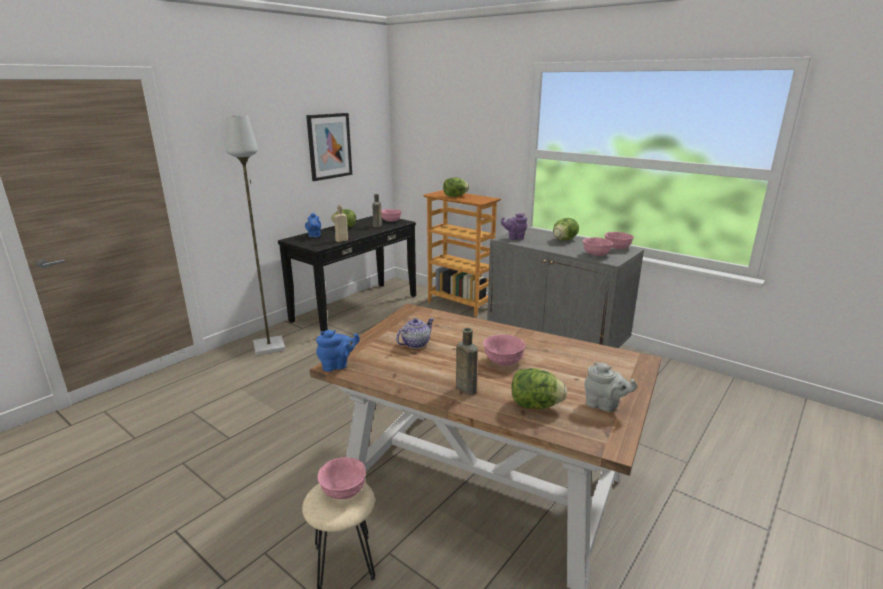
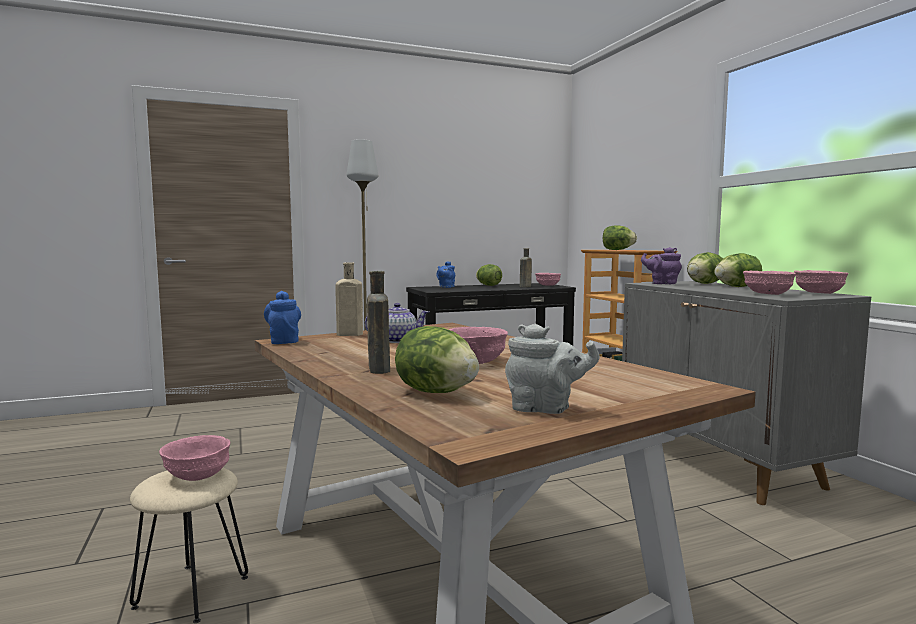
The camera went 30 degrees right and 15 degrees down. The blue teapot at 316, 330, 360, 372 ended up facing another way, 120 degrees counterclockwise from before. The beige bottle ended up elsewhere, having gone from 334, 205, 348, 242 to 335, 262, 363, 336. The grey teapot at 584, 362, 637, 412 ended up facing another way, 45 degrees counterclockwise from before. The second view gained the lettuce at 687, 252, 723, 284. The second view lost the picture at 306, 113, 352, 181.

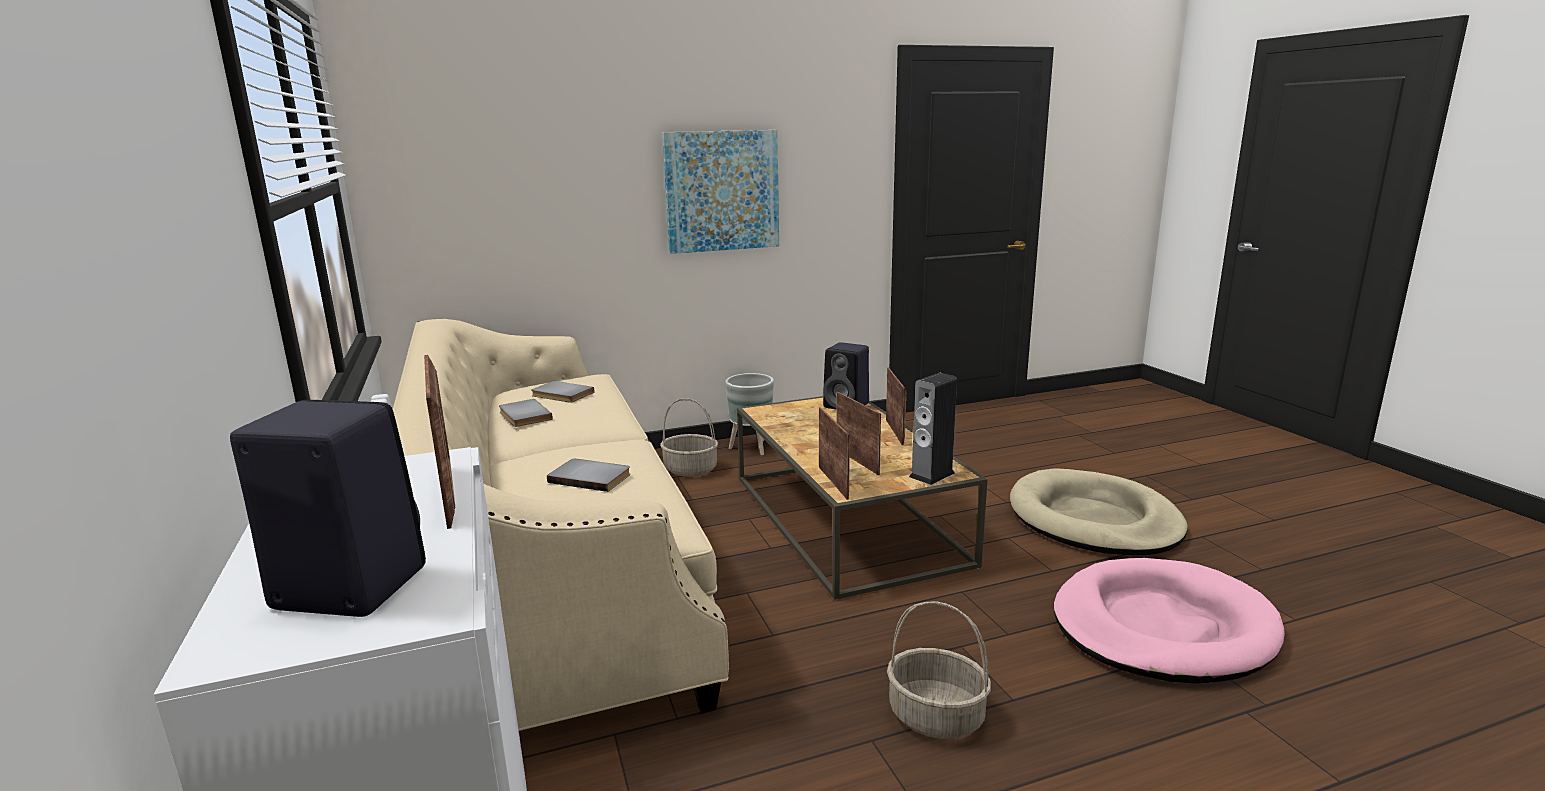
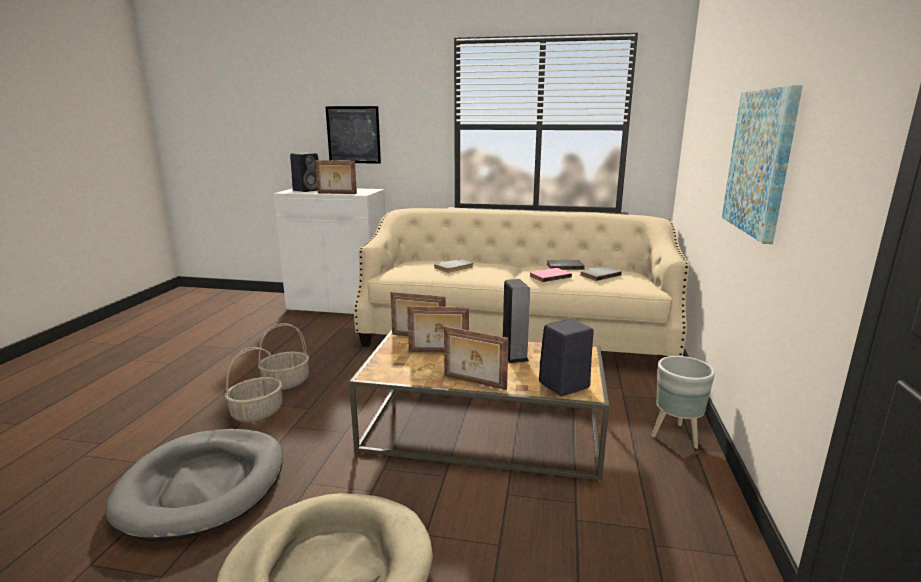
The camera went 120 degrees right and 0 degrees up. What was the pink dog bed at 1054, 558, 1285, 684 turned into the grey dog bed at 105, 429, 283, 542. The basket ended up elsewhere, having gone from 660, 398, 718, 477 to 225, 347, 283, 422. The second view gained the picture at 325, 106, 381, 164. The speaker ended up elsewhere, having gone from 909, 373, 957, 485 to 503, 279, 530, 363. The second view gained the pink book at 529, 268, 572, 282.

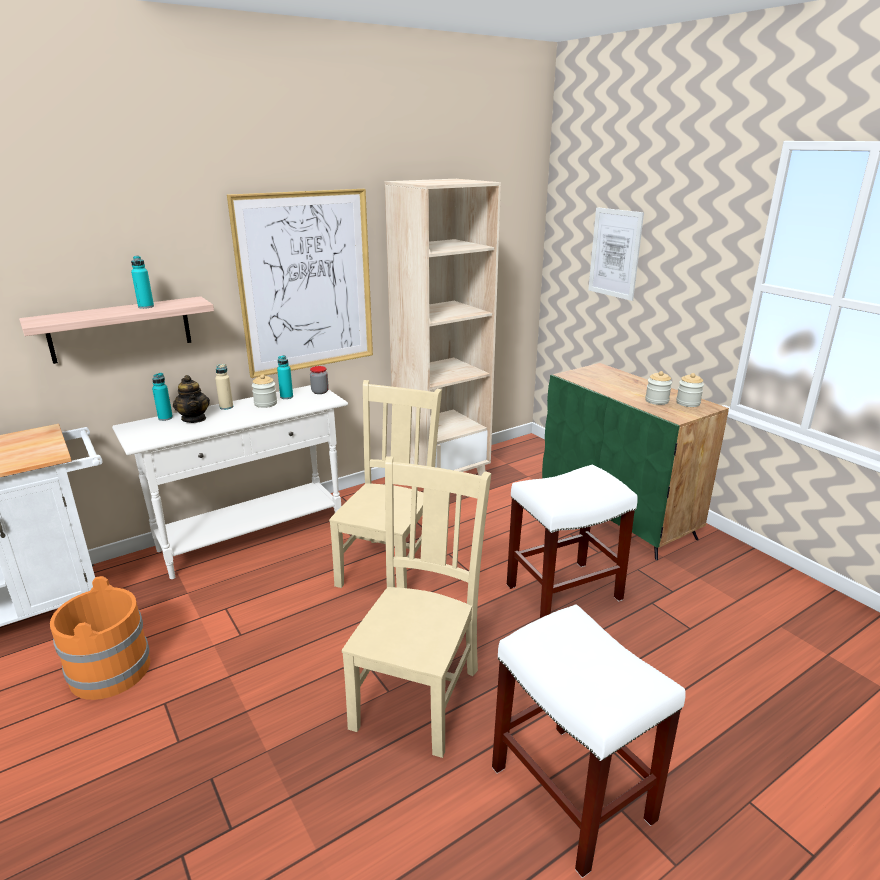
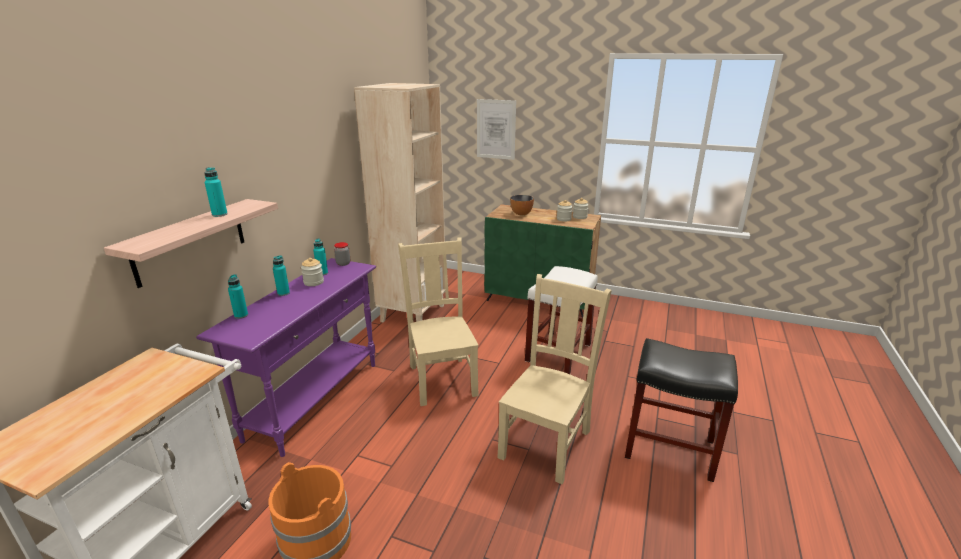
The camera went 35 degrees left and 0 degrees up. What was the white console table at 112, 385, 348, 579 turned into the purple console table at 196, 258, 376, 457. What was the beige bottle at 215, 364, 233, 410 turned into the turquoise bottle at 273, 255, 290, 296. The beige chair at 342, 456, 491, 758 ended up facing another way, 45 degrees clockwise from before. The second view gained the bowl at 510, 195, 534, 215. What was the white stool at 492, 604, 686, 878 turned into the black stool at 625, 338, 738, 482. The second view lost the teapot at 173, 375, 210, 423. The second view lost the picture at 227, 189, 373, 378.

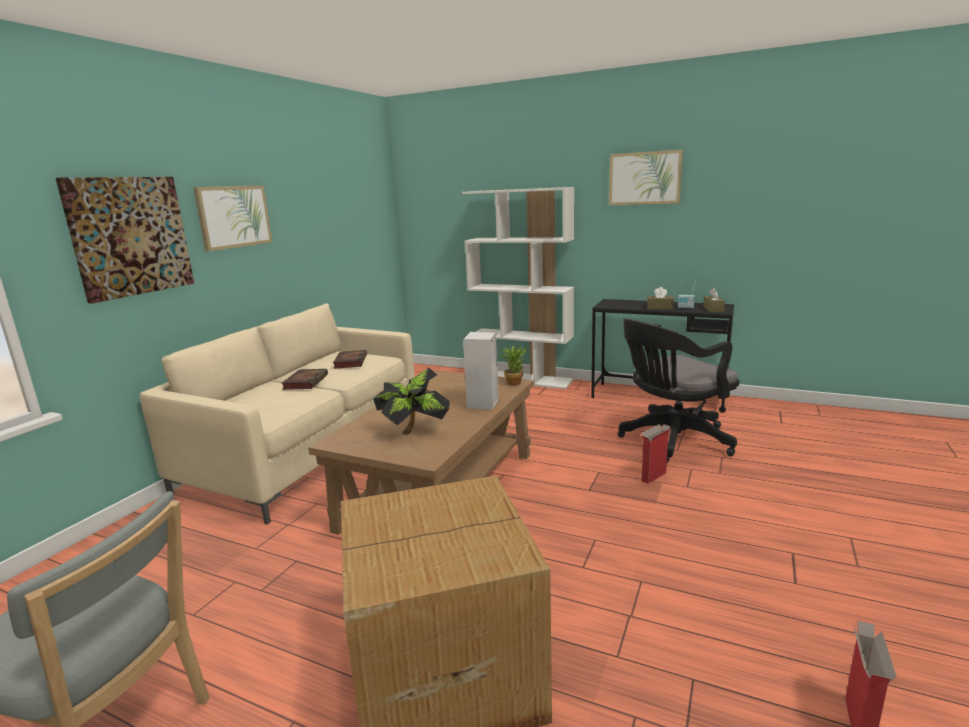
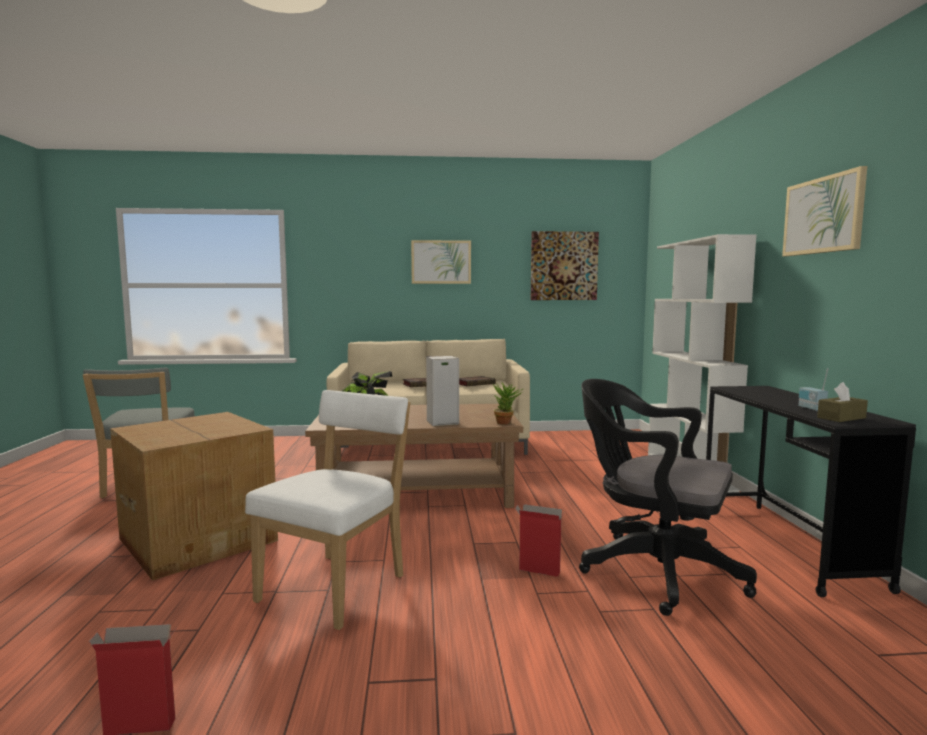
The camera went 60 degrees right and 10 degrees down. The second view gained the white chair at 245, 390, 410, 630. The picture ended up elsewhere, having gone from 56, 177, 194, 303 to 531, 231, 599, 300. The second view lost the brown tissue box at 647, 287, 674, 309.

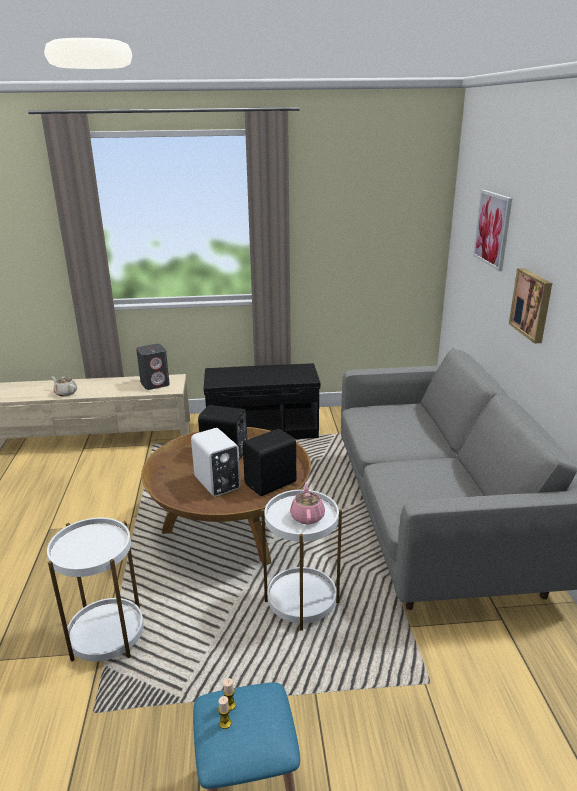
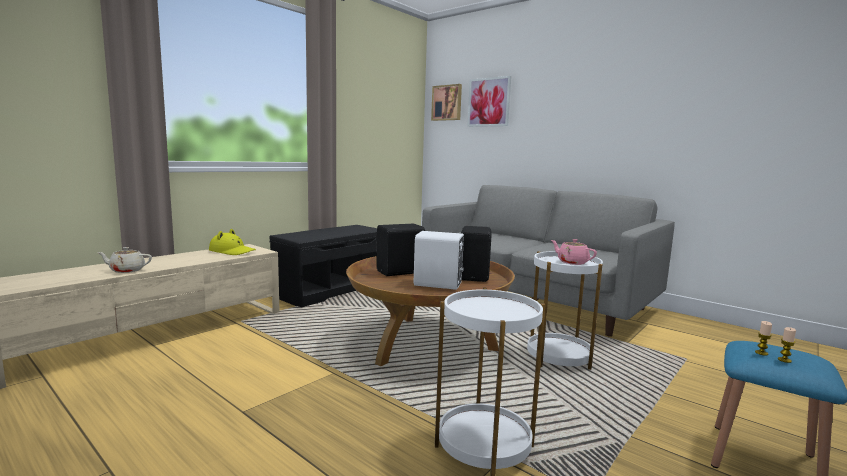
The camera went 45 degrees left and 15 degrees down. Where the grey speaker stood at 136, 344, 170, 390, the yellow hat came to stand at 209, 229, 256, 255. The picture ended up elsewhere, having gone from 509, 268, 552, 344 to 431, 84, 462, 121.

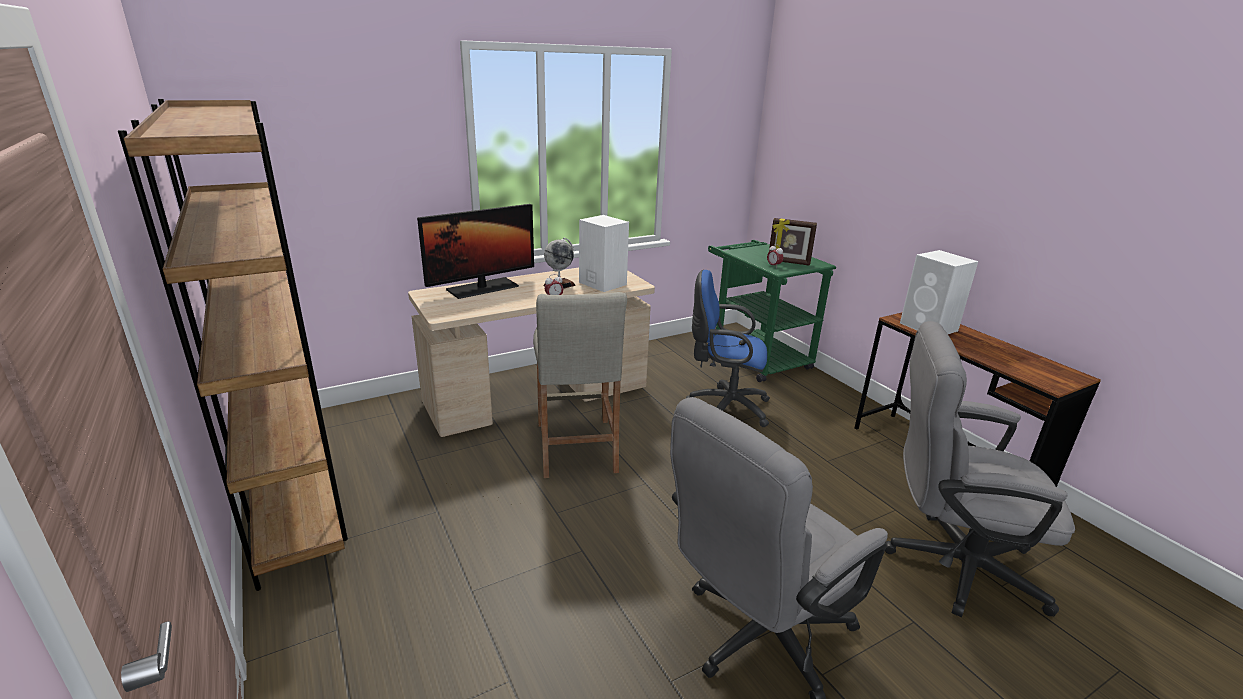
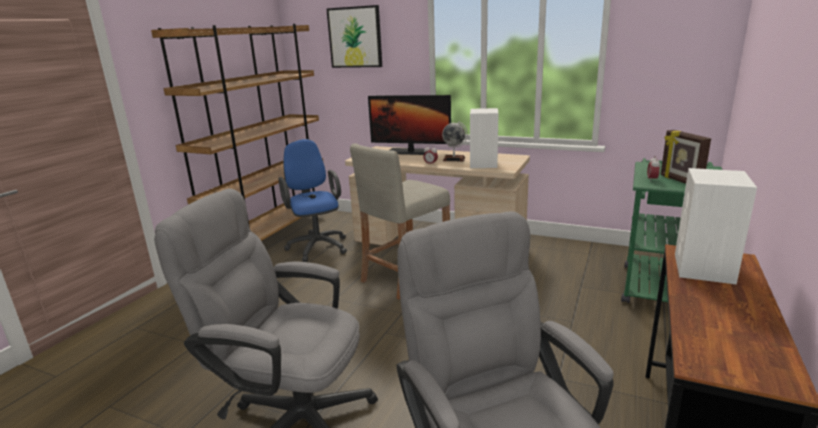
The camera went 55 degrees right and 5 degrees down. The blue office chair ended up elsewhere, having gone from 686, 270, 770, 427 to 278, 139, 347, 262. The second view gained the picture at 326, 5, 382, 68.

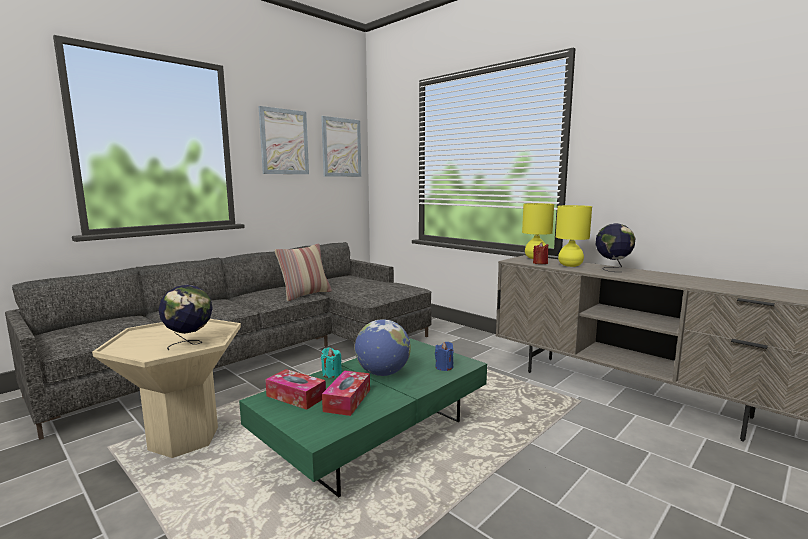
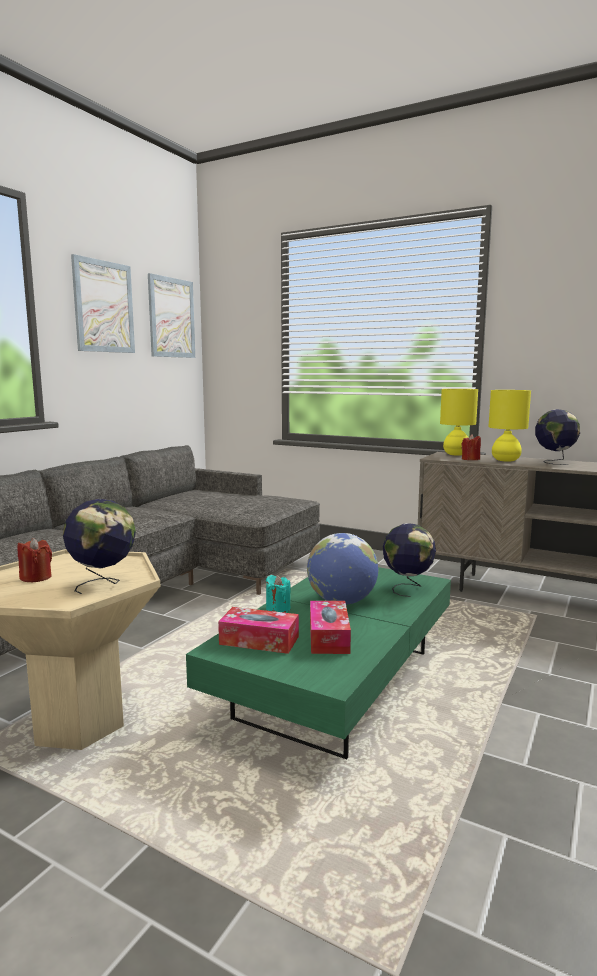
The camera went 15 degrees left and 0 degrees up. The second view gained the red candle at 17, 538, 52, 582. Where the blue candle stood at 435, 342, 453, 371, the globe came to stand at 383, 523, 436, 597. The second view lost the pillow at 275, 244, 332, 301.

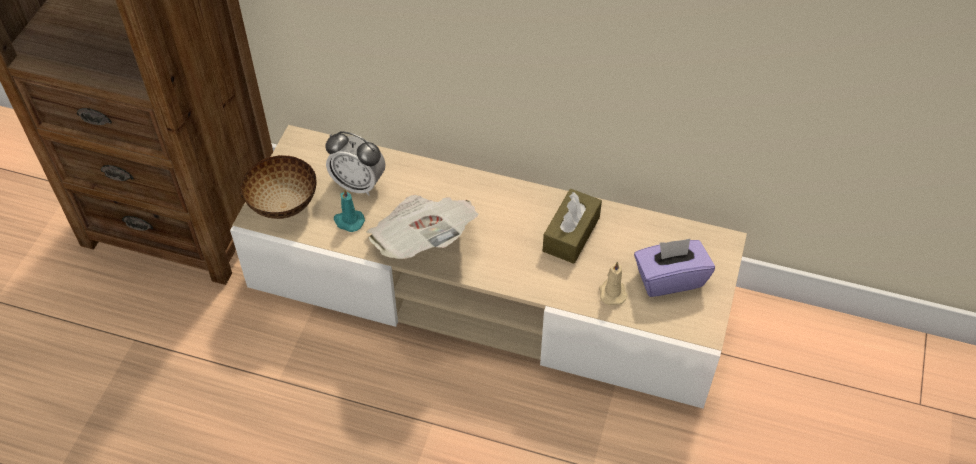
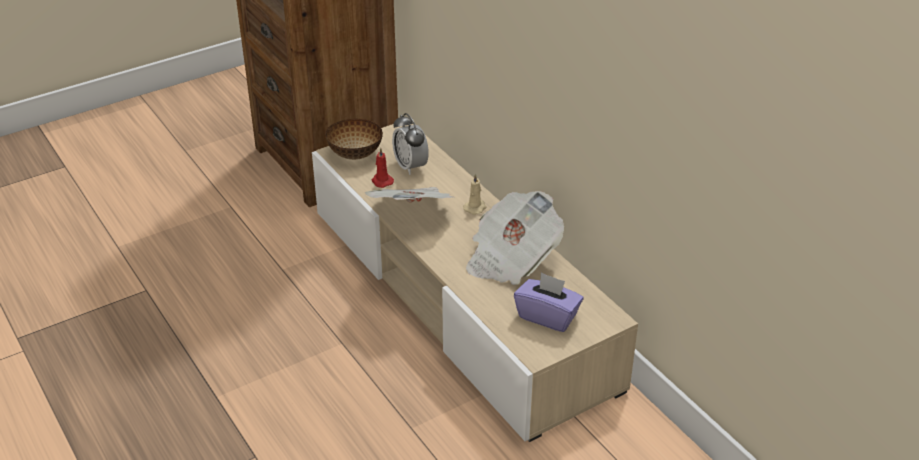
The camera went 40 degrees right and 15 degrees down. What was the turquoise candle at 334, 189, 365, 232 turned into the red candle at 372, 148, 394, 188. The beige candle ended up elsewhere, having gone from 599, 261, 628, 305 to 463, 174, 487, 215. Where the brown tissue box stood at 543, 189, 602, 264, the newspaper came to stand at 466, 191, 564, 285.

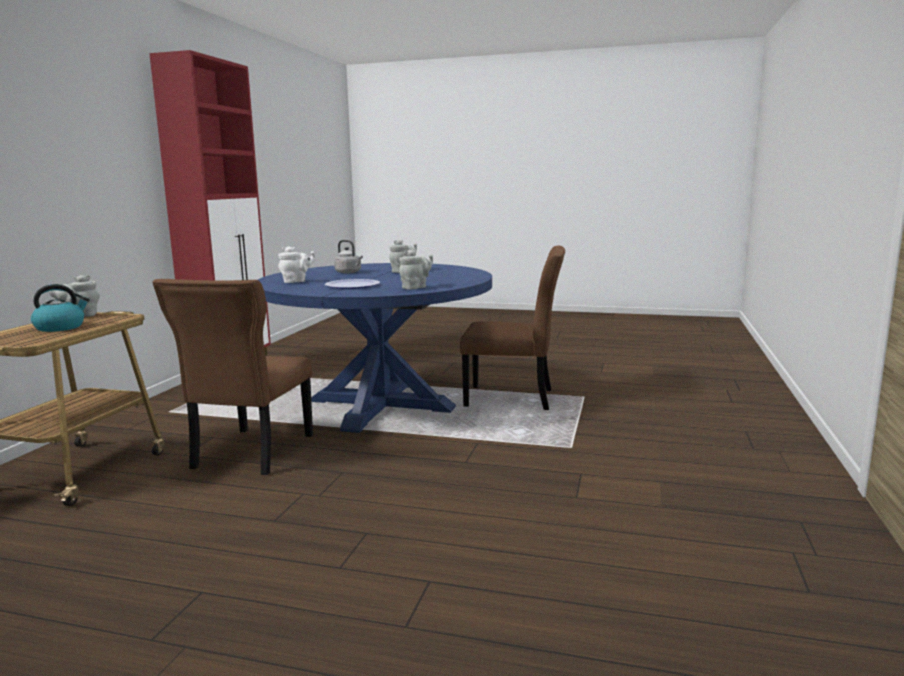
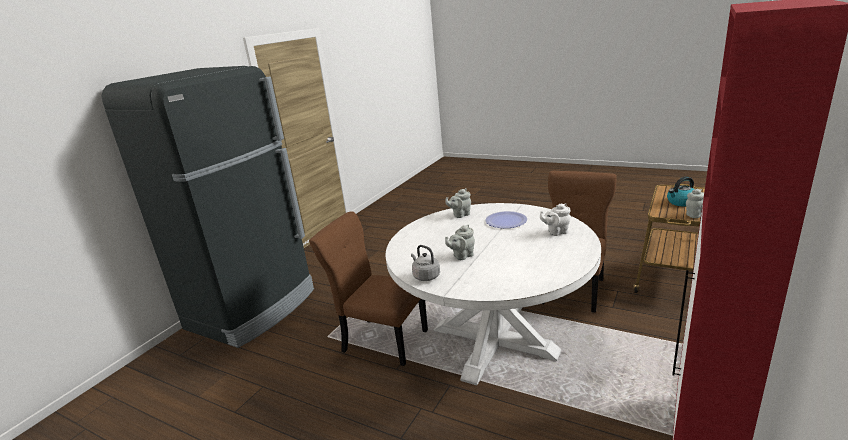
The camera went 165 degrees left and 10 degrees up. The second view gained the black fridge at 102, 66, 314, 348. What was the blue dining table at 258, 263, 492, 433 turned into the white dining table at 386, 203, 601, 386. The grey kettle ended up elsewhere, having gone from 334, 240, 363, 273 to 411, 245, 440, 281.

